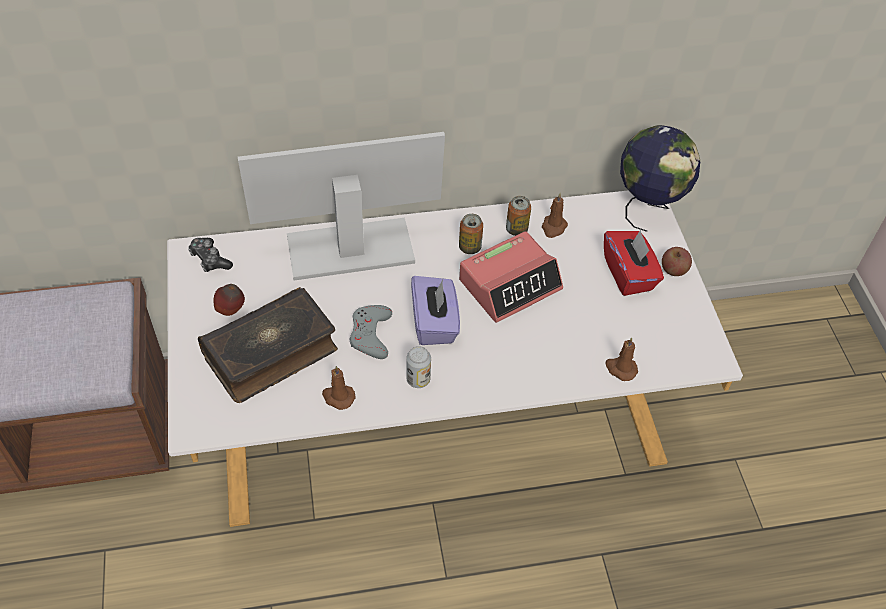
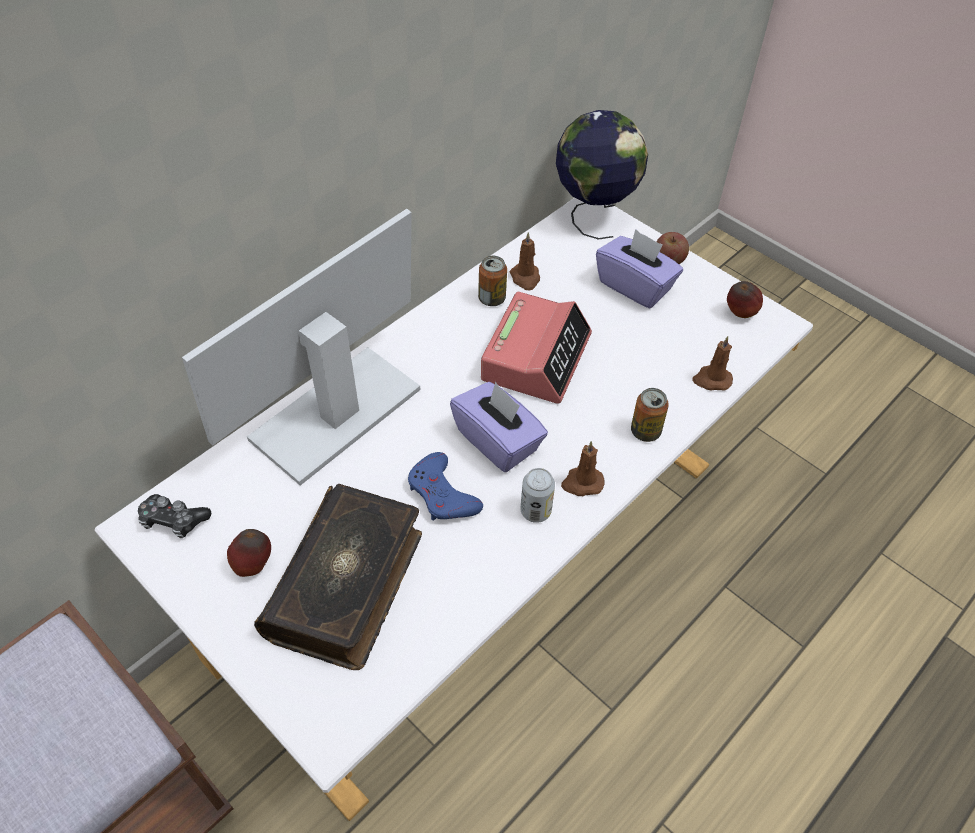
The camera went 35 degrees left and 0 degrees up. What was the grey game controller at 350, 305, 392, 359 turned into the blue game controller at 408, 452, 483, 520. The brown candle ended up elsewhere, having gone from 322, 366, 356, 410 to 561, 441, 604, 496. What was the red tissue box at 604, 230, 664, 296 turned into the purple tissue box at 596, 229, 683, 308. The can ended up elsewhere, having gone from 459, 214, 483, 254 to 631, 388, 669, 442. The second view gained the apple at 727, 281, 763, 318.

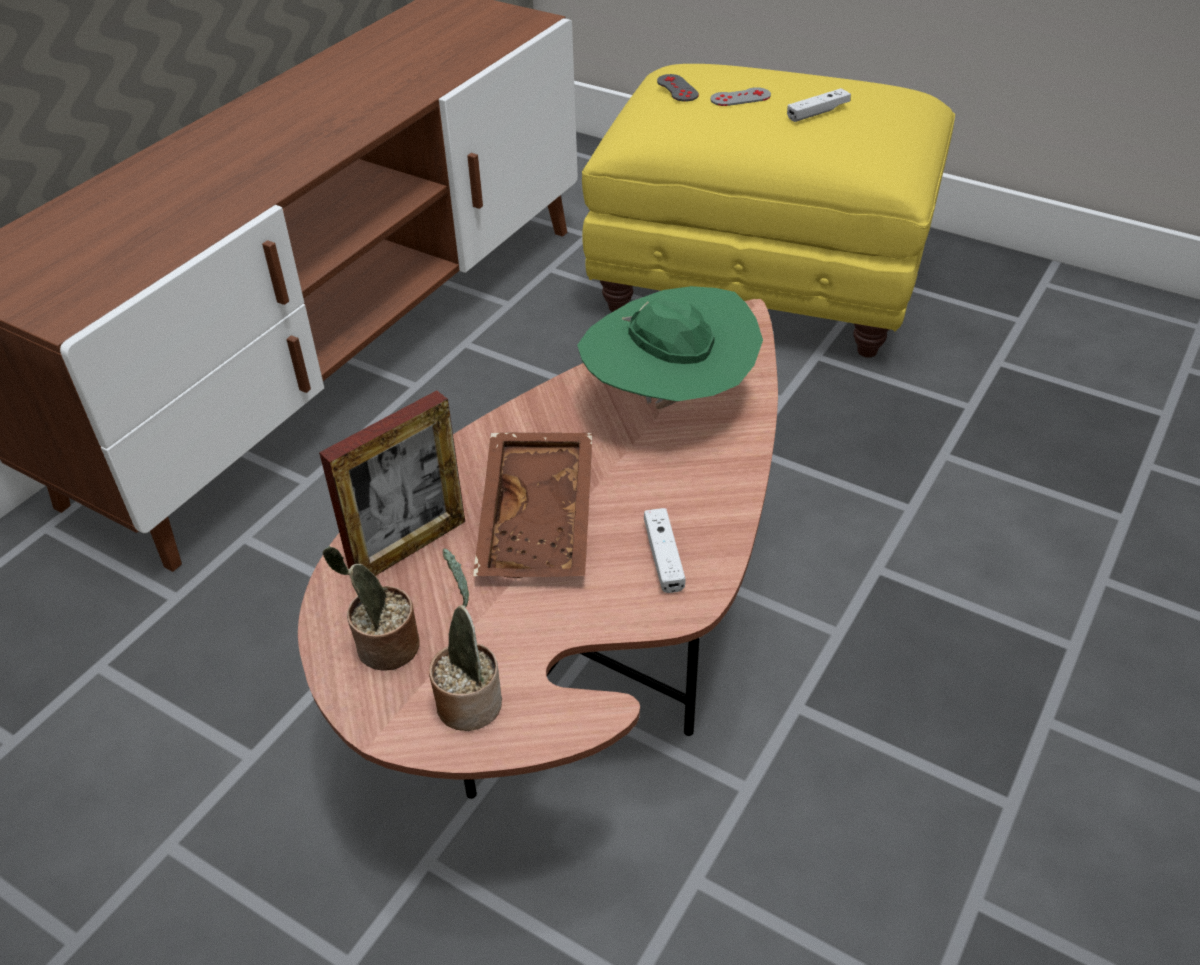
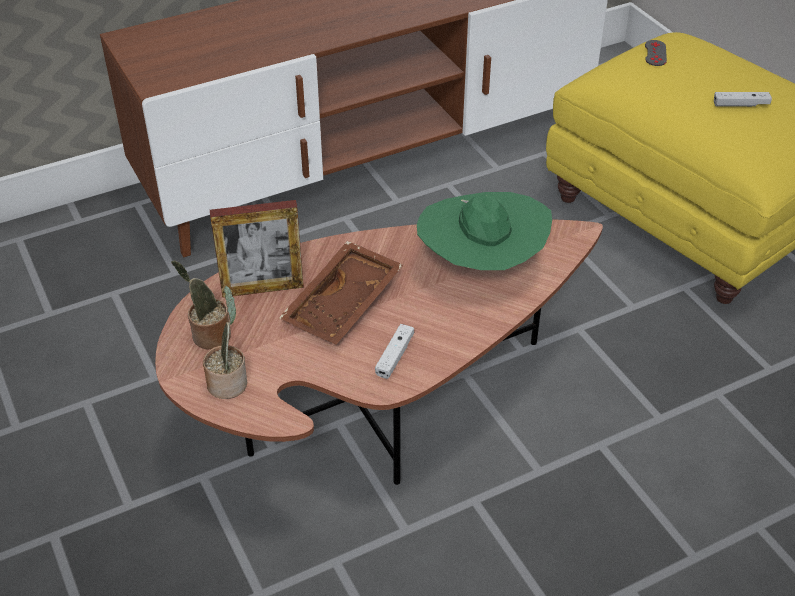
The camera went 30 degrees right and 0 degrees up. The second view lost the grey game controller at 710, 87, 771, 106.

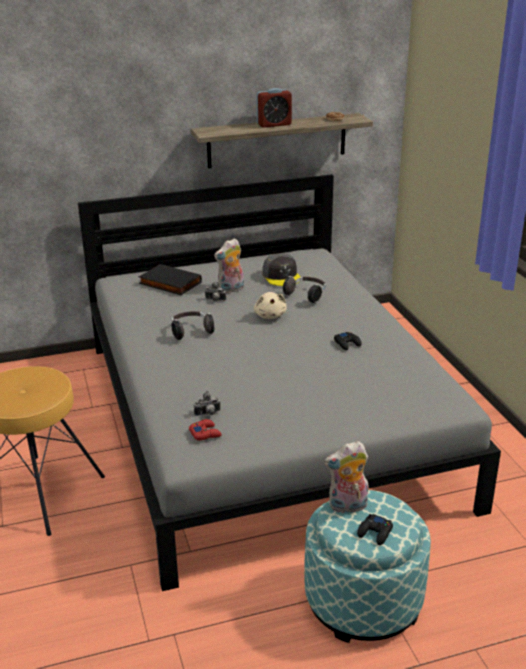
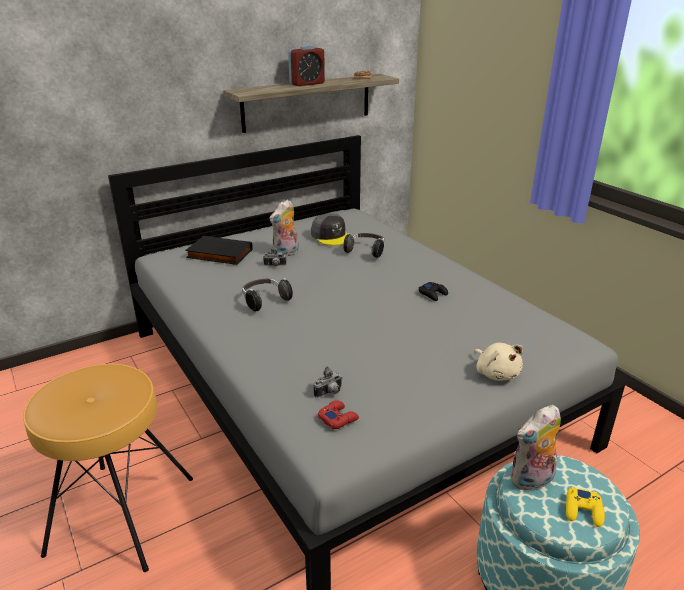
The camera went 15 degrees left and 0 degrees up. The beige plush toy ended up elsewhere, having gone from 254, 292, 287, 319 to 474, 343, 523, 381. What was the black game controller at 357, 514, 393, 545 turned into the yellow game controller at 566, 487, 605, 527.

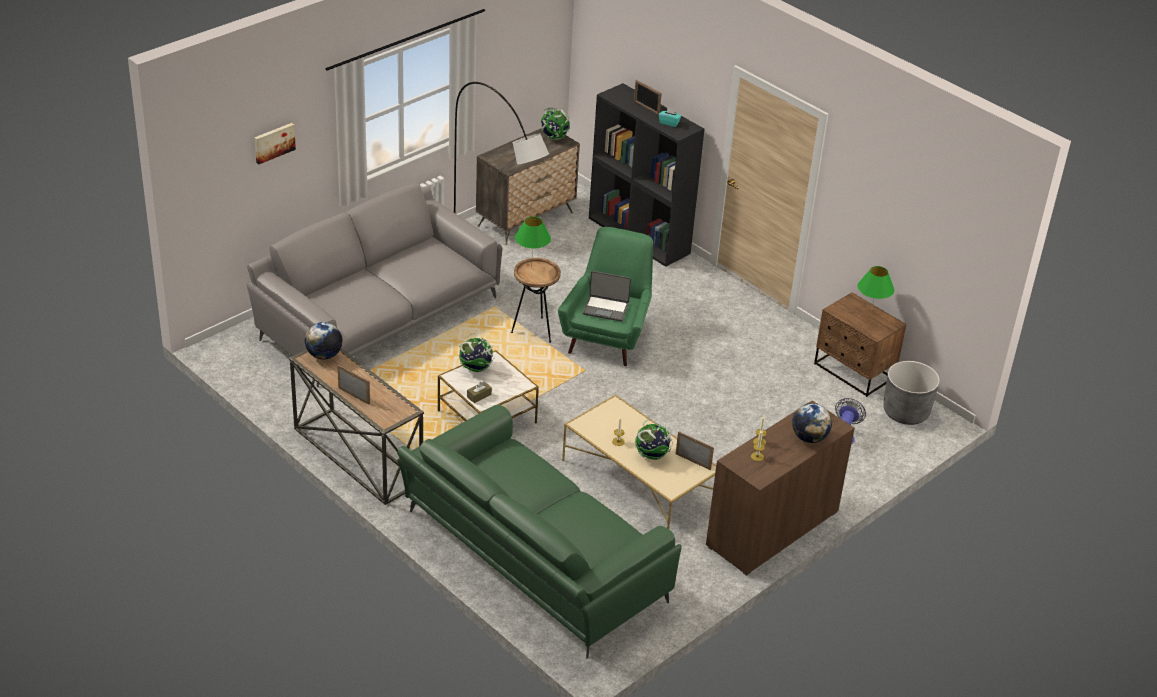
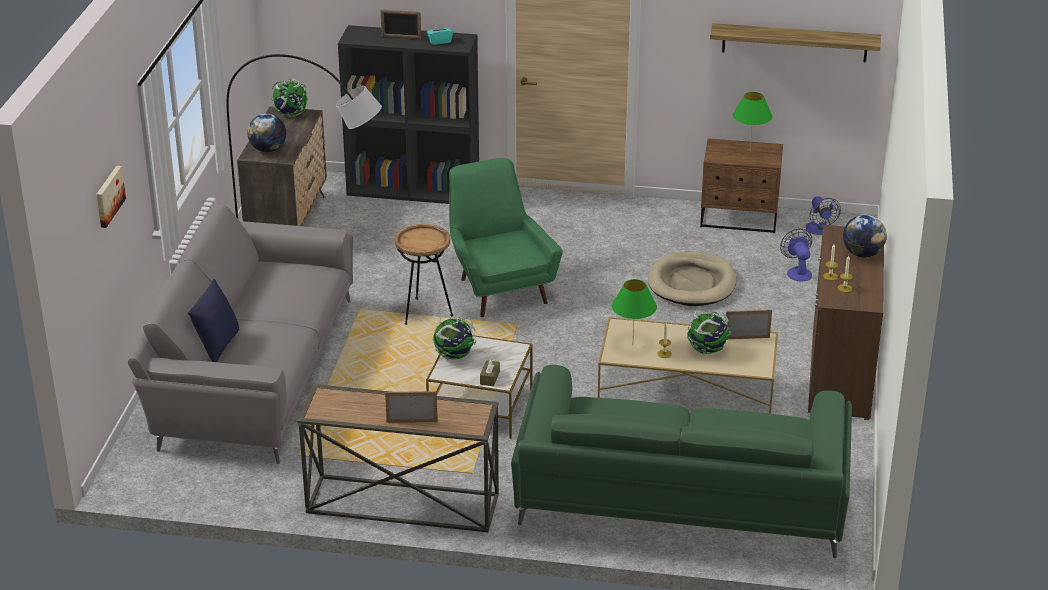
The camera went 35 degrees left and 5 degrees down. The second view gained the blue pillow at 188, 279, 239, 362. The globe ended up elsewhere, having gone from 305, 322, 343, 359 to 248, 114, 286, 152. The green table lamp ended up elsewhere, having gone from 515, 217, 551, 269 to 612, 279, 657, 335. The second view gained the beige dog bed at 648, 252, 736, 306. The second view gained the shelf at 710, 23, 881, 62. Where the grey planter stood at 883, 361, 940, 425, the fan came to stand at 806, 196, 841, 235. The second view lost the laptop at 583, 271, 631, 322.

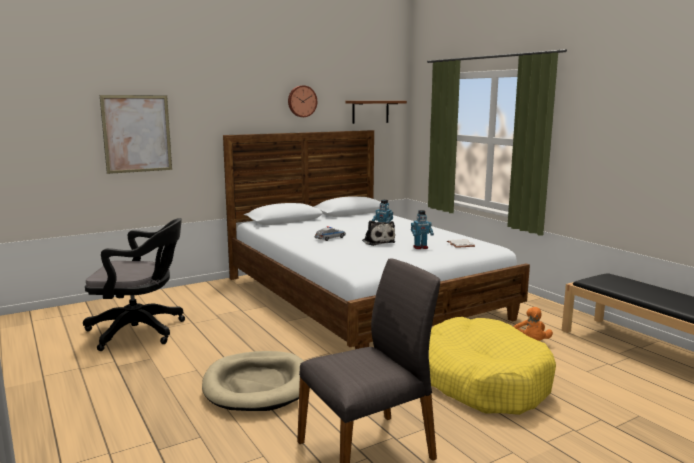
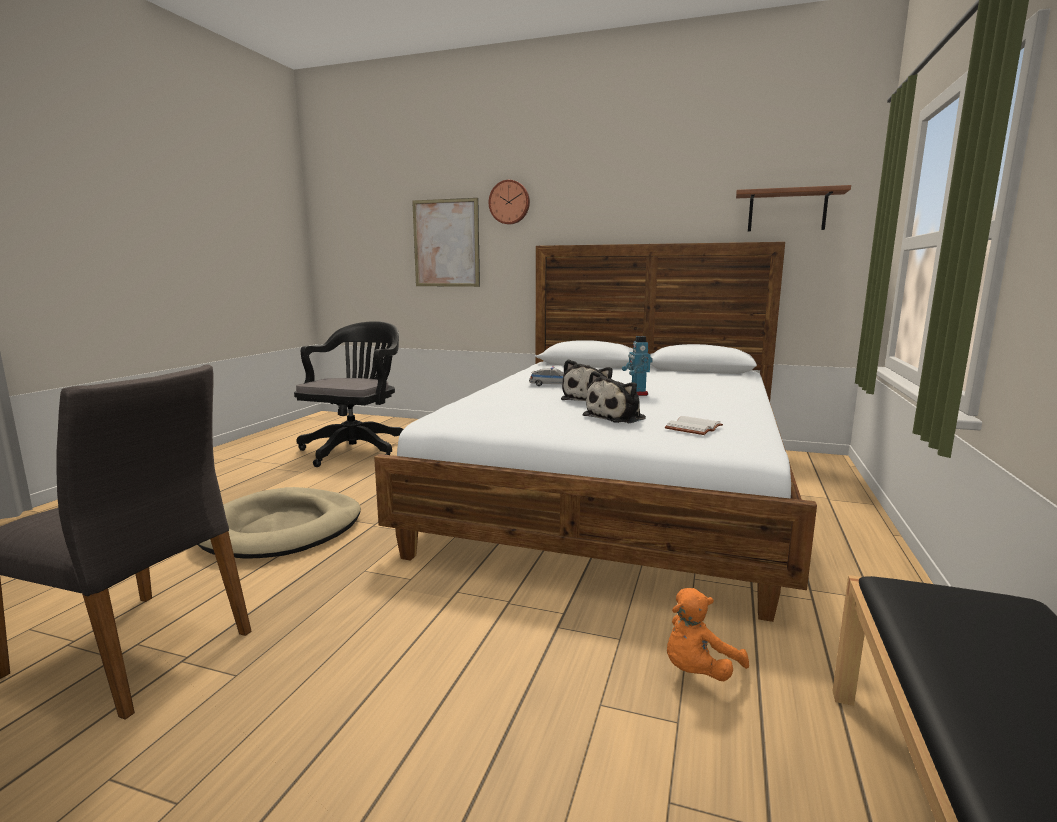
The camera went 50 degrees right and 0 degrees up. The black office chair at 83, 218, 185, 351 ended up facing another way, 120 degrees counterclockwise from before. The wall clock ended up elsewhere, having gone from 288, 85, 317, 117 to 489, 180, 530, 225. Where the toy robot stood at 411, 210, 434, 249, the plush toy came to stand at 582, 371, 646, 423. The second view lost the yellow dog bed at 429, 317, 556, 415.

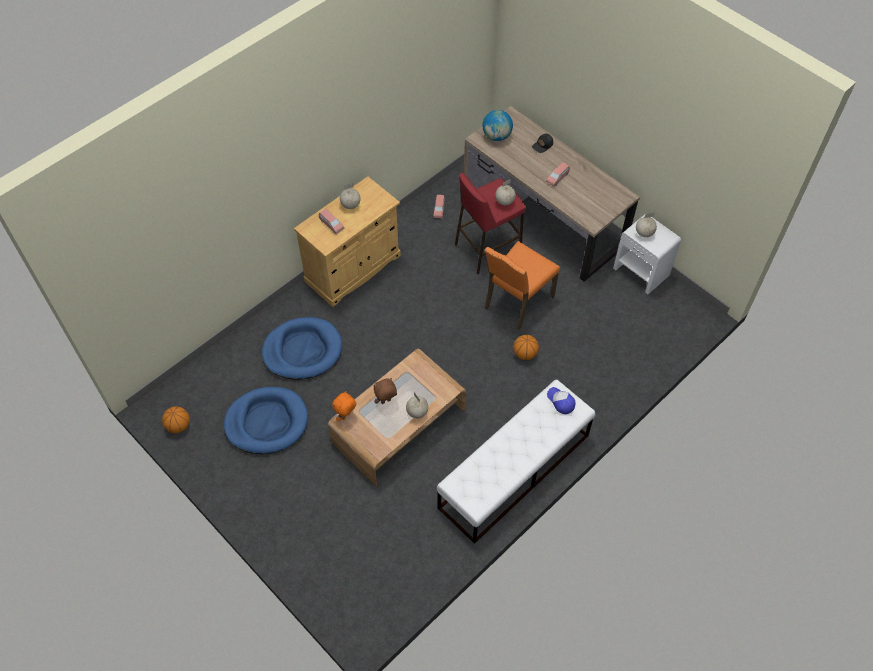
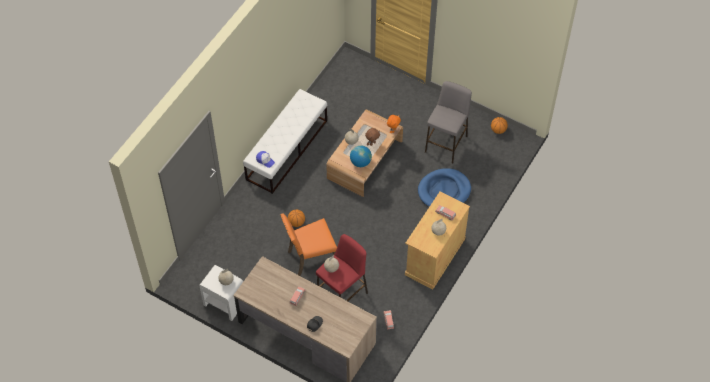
The camera went 165 degrees right and 0 degrees up. The orange chair at 485, 241, 560, 331 ended up facing another way, 135 degrees counterclockwise from before. The globe ended up elsewhere, having gone from 482, 110, 513, 141 to 350, 145, 372, 167. Where the blue dog bed stood at 224, 387, 308, 454, the grey stool came to stand at 425, 81, 472, 163.

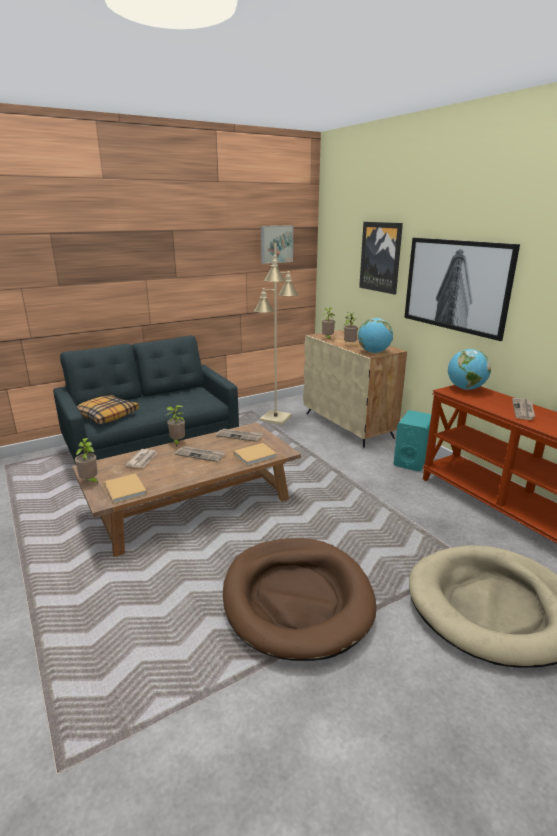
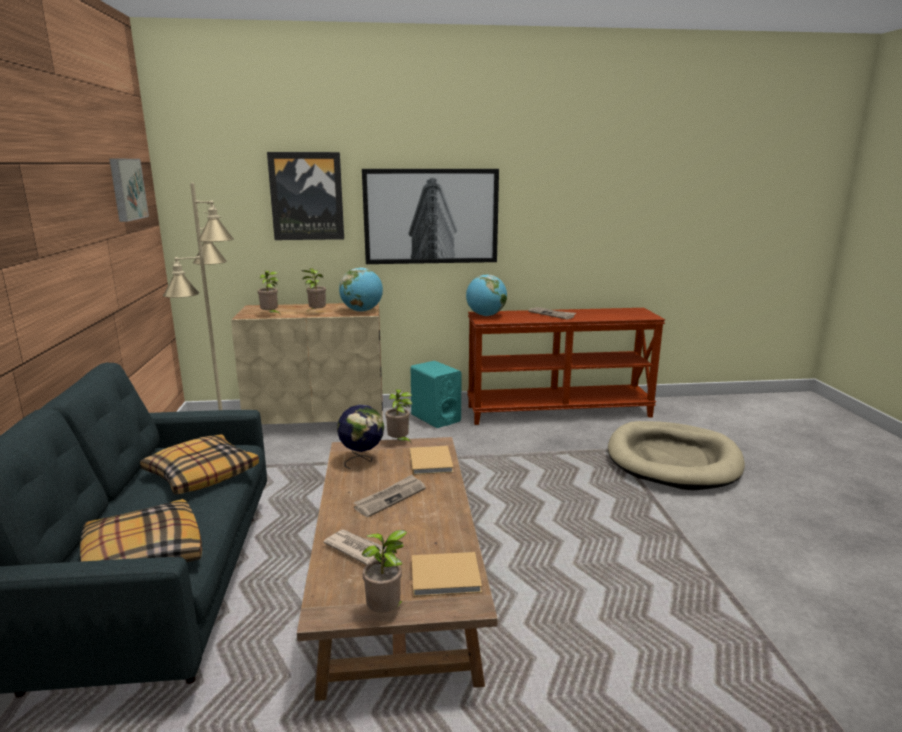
The camera went 65 degrees left and 5 degrees down. The second view gained the pillow at 140, 434, 259, 495. Where the newspaper stood at 216, 429, 263, 442, the globe came to stand at 337, 404, 384, 469. The potted plant ended up elsewhere, having gone from 166, 405, 185, 446 to 385, 389, 412, 444. The second view lost the brown dog bed at 223, 538, 376, 661.

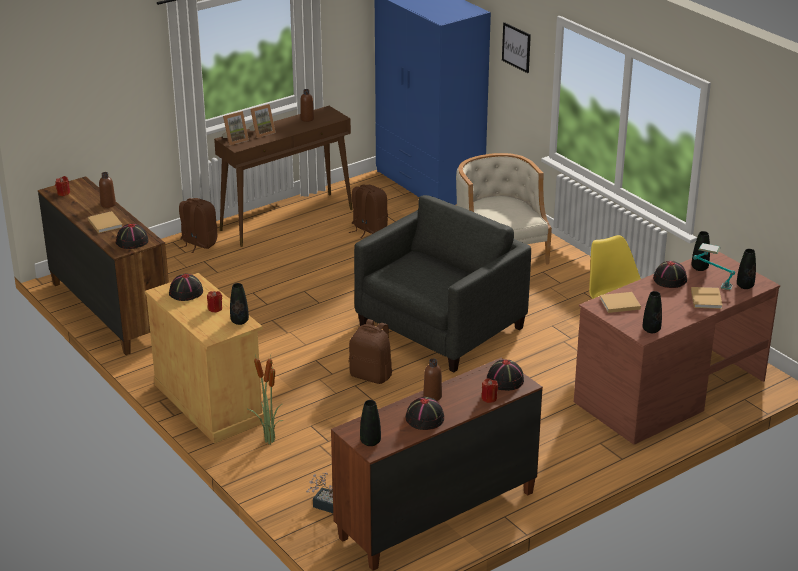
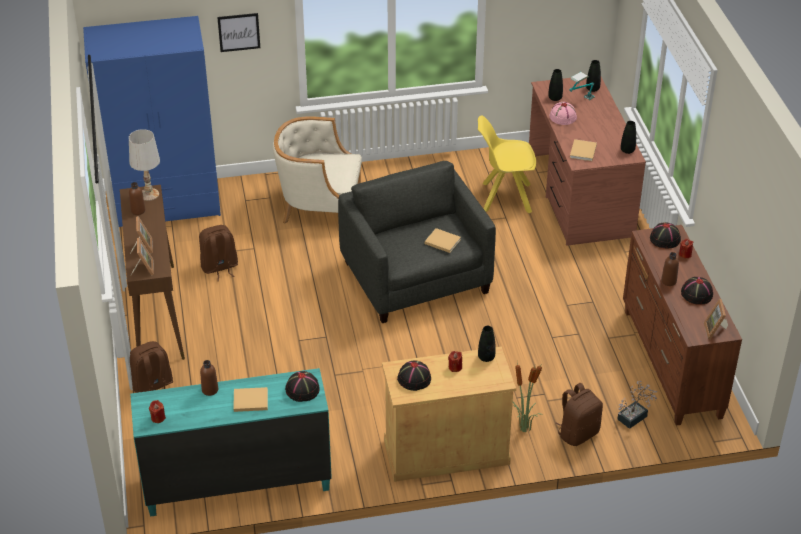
The camera went 65 degrees left and 10 degrees up. The second view gained the white table lamp at 129, 129, 160, 201. What was the brown dresser at 38, 176, 169, 355 turned into the turquoise dresser at 130, 368, 332, 517. The beige book ended up elsewhere, having gone from 691, 287, 723, 309 to 425, 228, 461, 253. What was the black hat at 653, 261, 687, 288 turned into the pink hat at 549, 102, 577, 125. The brown backpack ended up elsewhere, having gone from 349, 319, 392, 384 to 555, 383, 603, 446. Where the black vase stood at 360, 400, 381, 446, the picture frame came to stand at 704, 299, 728, 339.

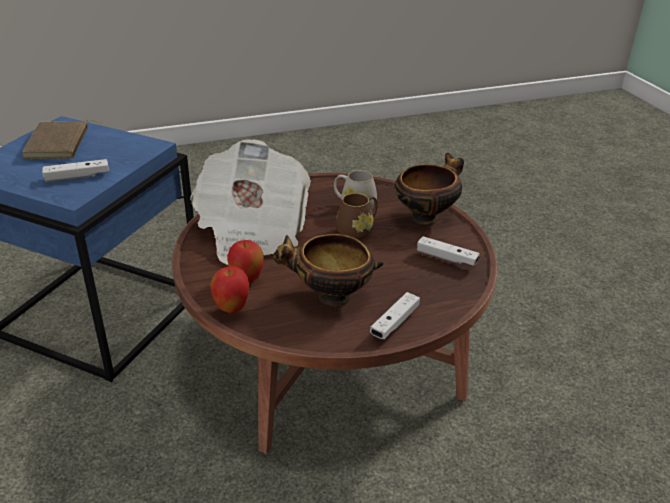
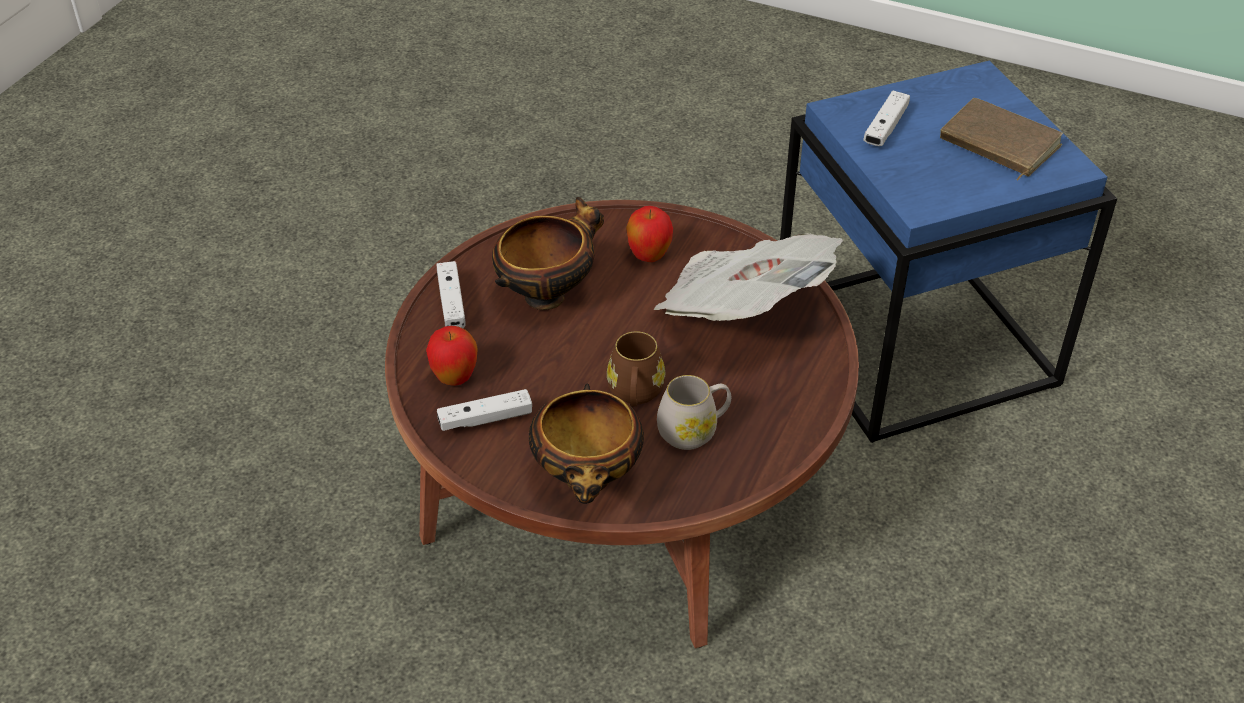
The camera went 135 degrees right and 10 degrees up. The apple ended up elsewhere, having gone from 210, 266, 249, 313 to 426, 326, 478, 386.

